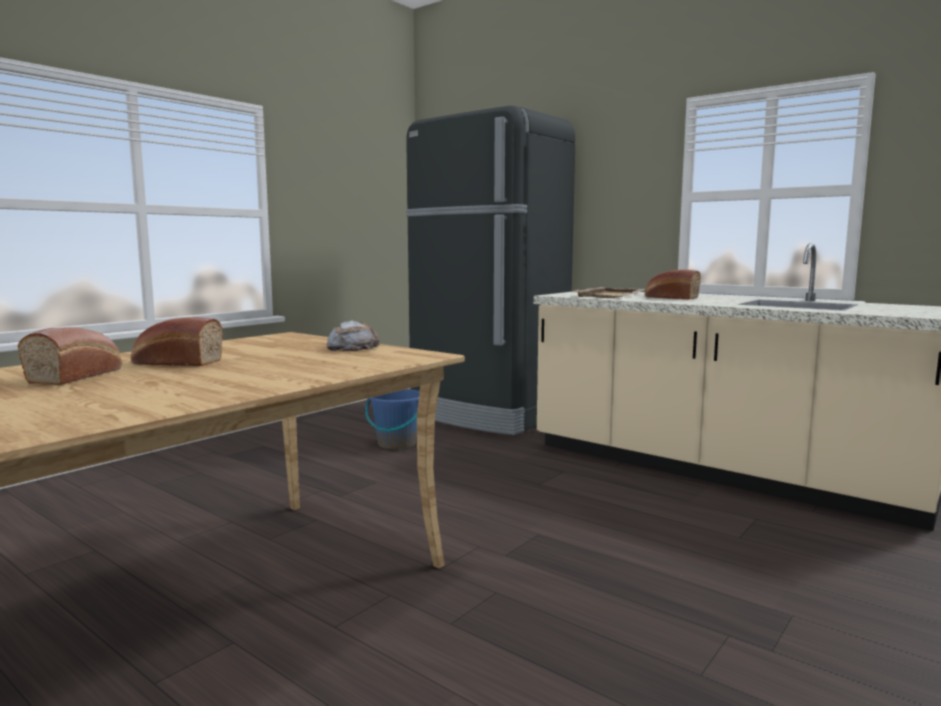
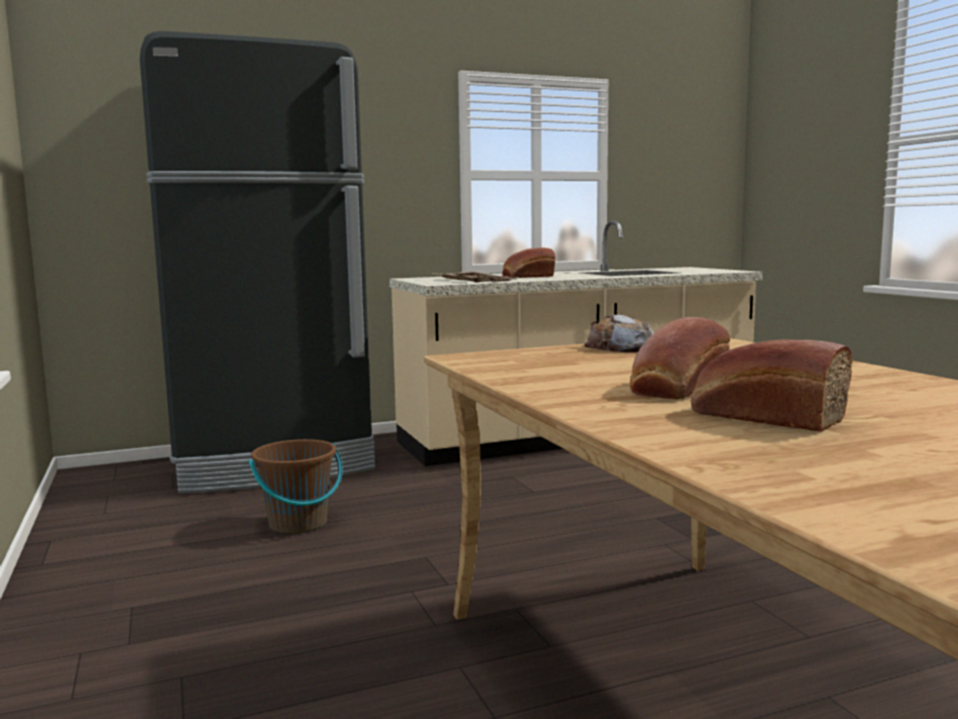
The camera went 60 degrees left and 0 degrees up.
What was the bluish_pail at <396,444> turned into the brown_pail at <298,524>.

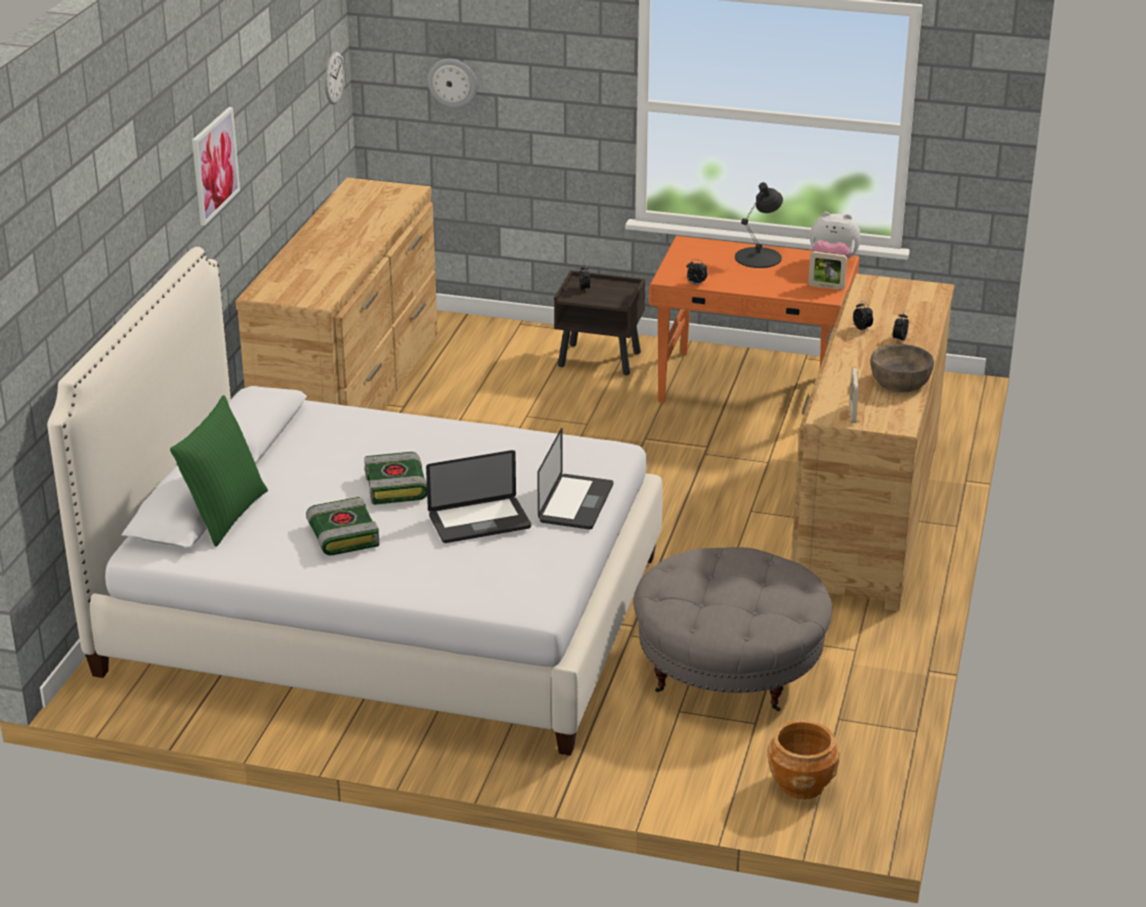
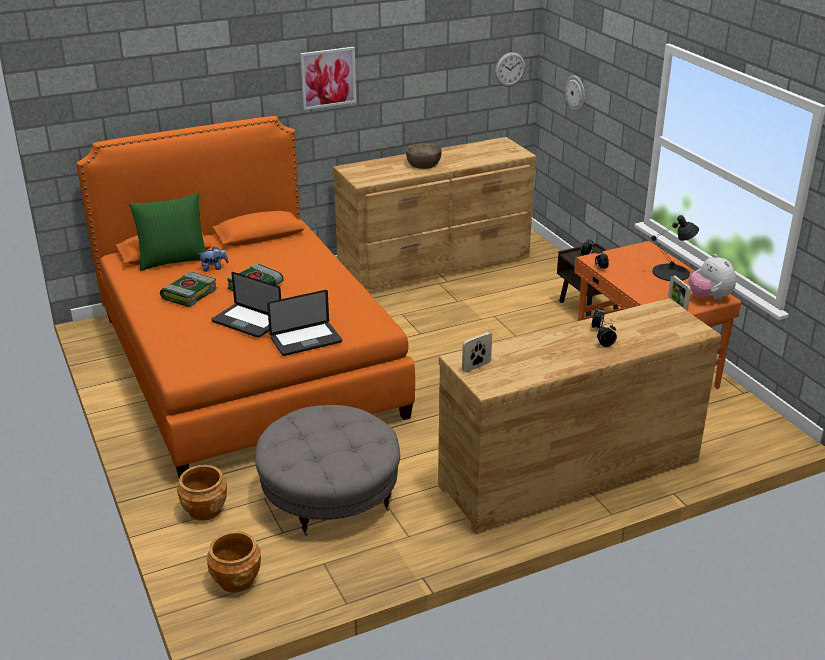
The camera went 50 degrees right and 0 degrees up.
What was the white-coloured_bed at <381,614> turned into the orangey_bed at <247,365>.
The brown_bowl ended up elsewhere, having gone from <900,381> to <423,164>.
The second view gained the soft_toy at <214,268>.
The second view gained the brown_planter at <204,510>.

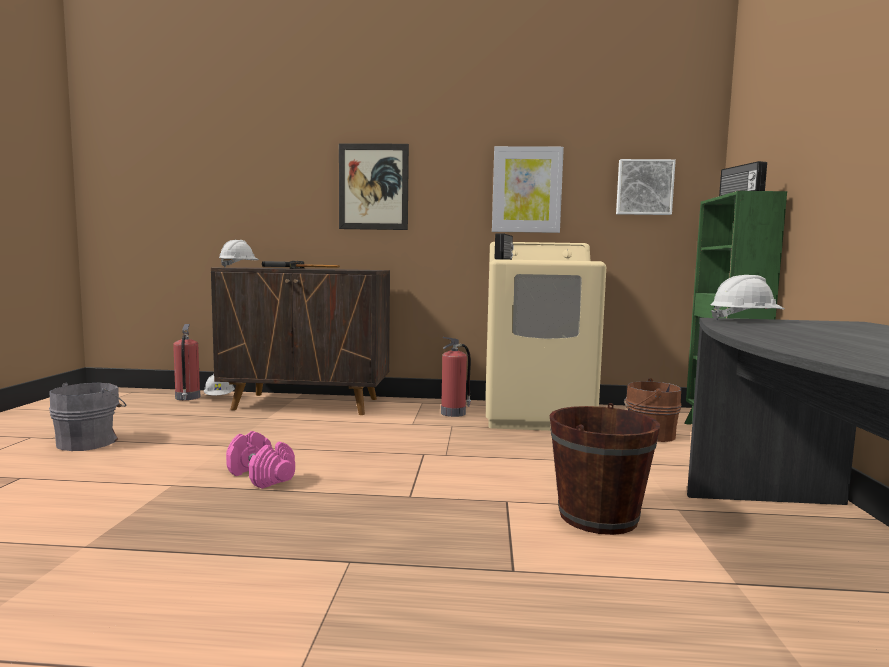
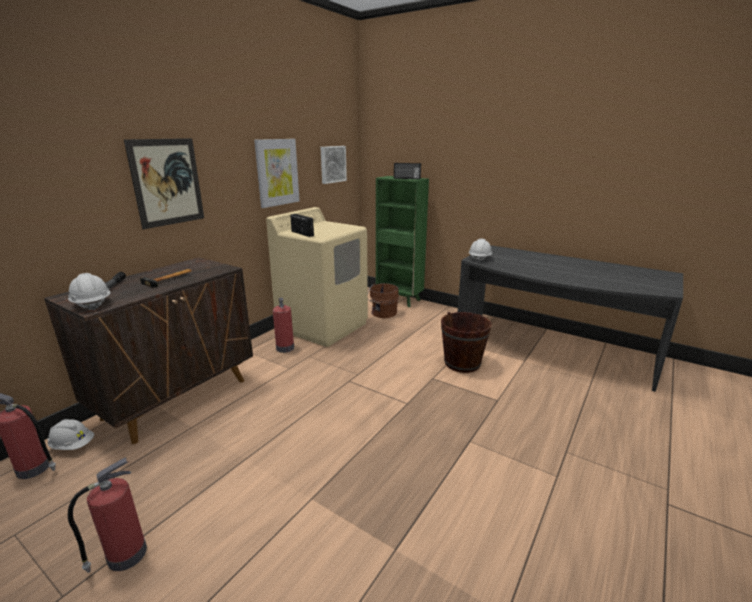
The camera went 60 degrees left and 15 degrees up.
Where the greyish_pail stood at <90,442>, the fire-fighting_cylinder came to stand at <124,555>.
The second view lost the pink-coloured_free_weight at <261,476>.

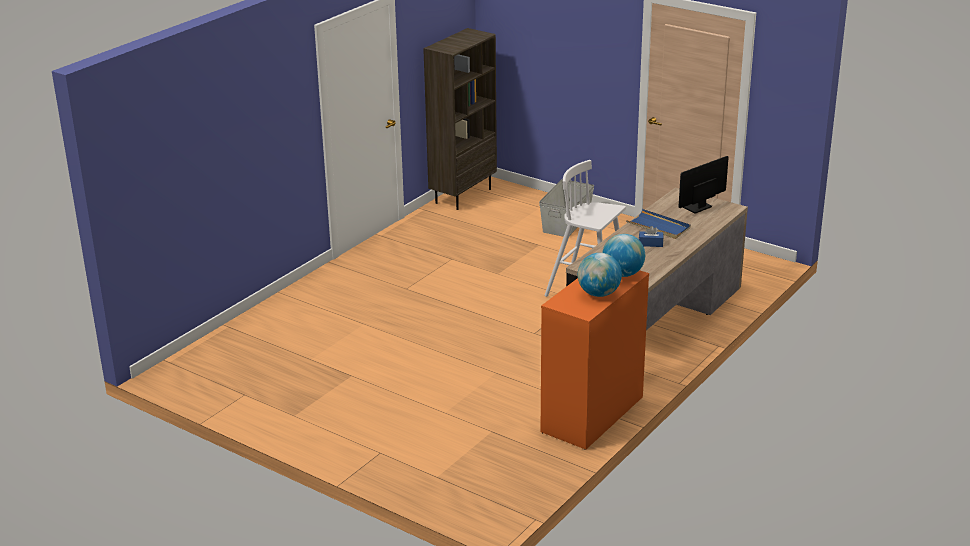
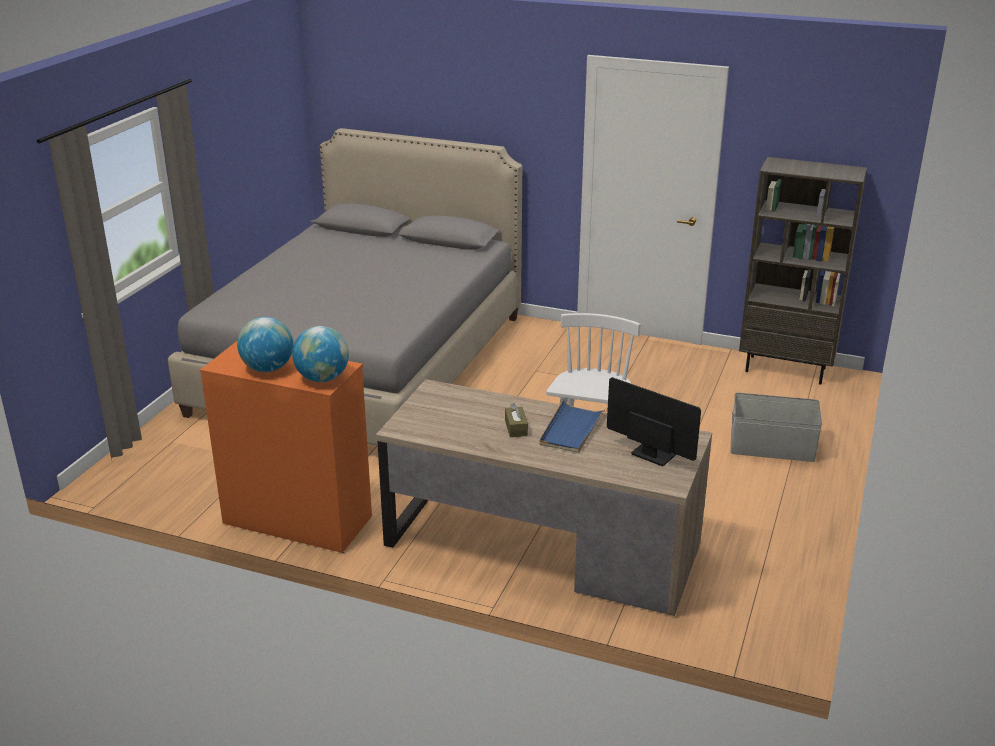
The camera went 75 degrees right and 0 degrees up.
What was the bluish_box_of_tissues at <650,243> turned into the brown_box_of_tissues at <516,428>.
The second view gained the greyish_bed at <363,363>.

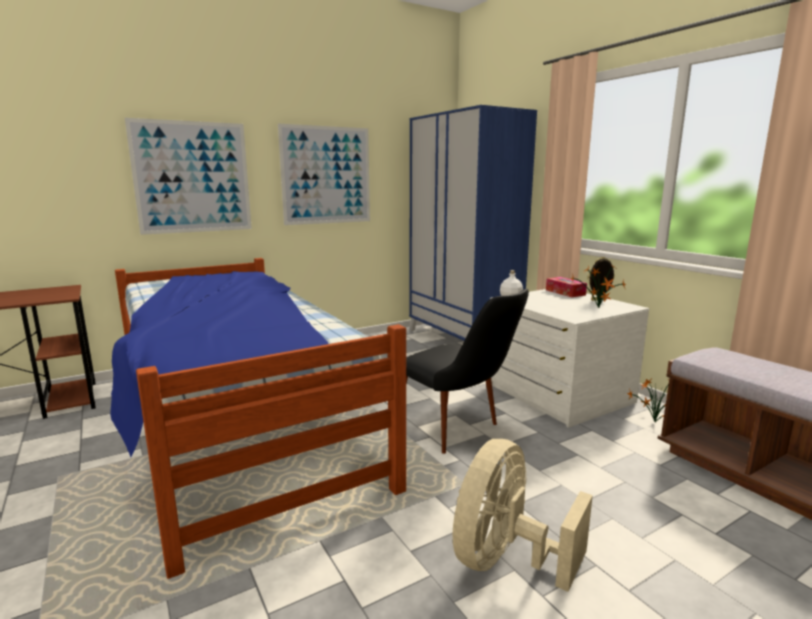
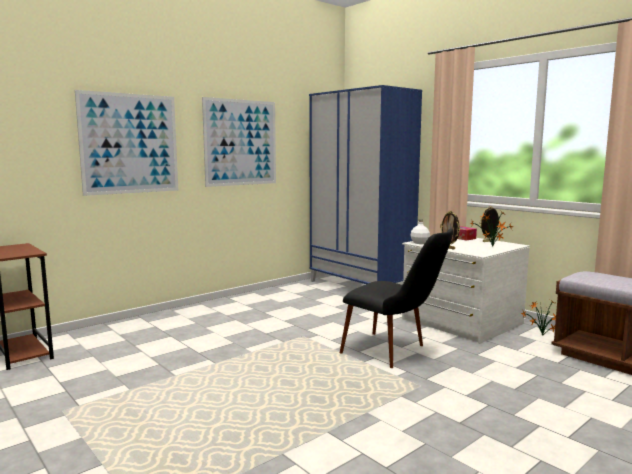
The camera went 10 degrees left and 5 degrees down.
The second view lost the bed at <235,422>.
The second view lost the beige_cooling_fan at <506,560>.
The second view gained the picture_frame at <449,248>.

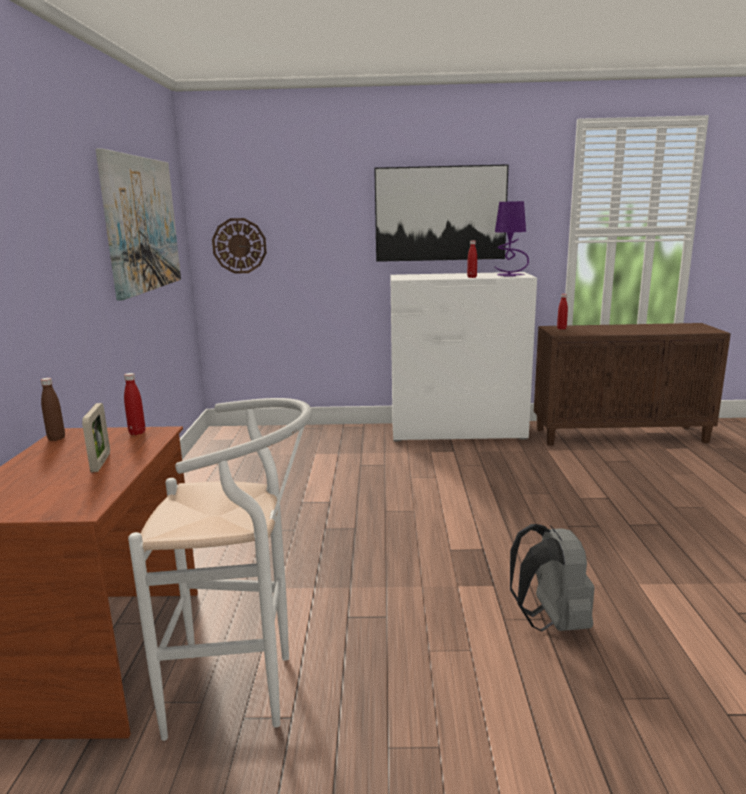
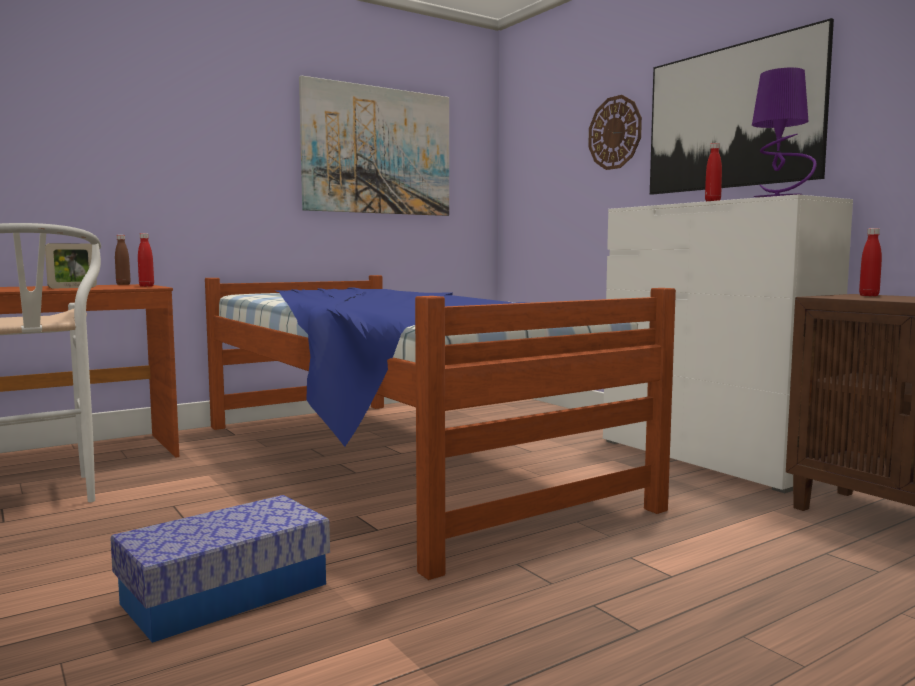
The camera went 55 degrees right and 10 degrees down.
The clock_on_the_wall ended up elsewhere, having gone from <239,246> to <615,133>.
Where the greyish_rucksack stood at <551,621>, the storage_box came to stand at <226,593>.
The second view gained the bed at <392,461>.

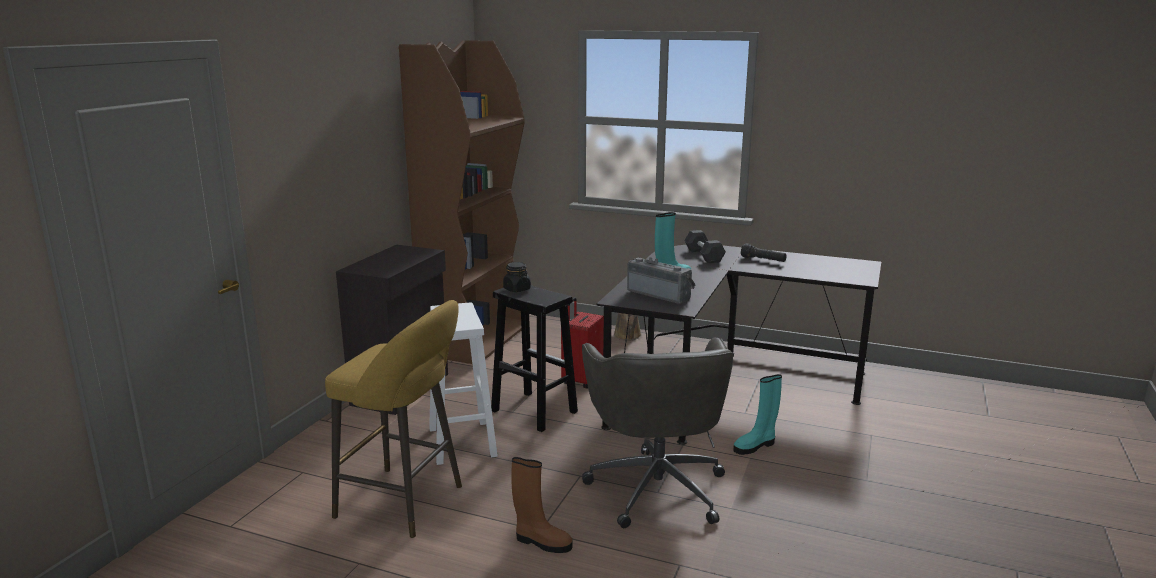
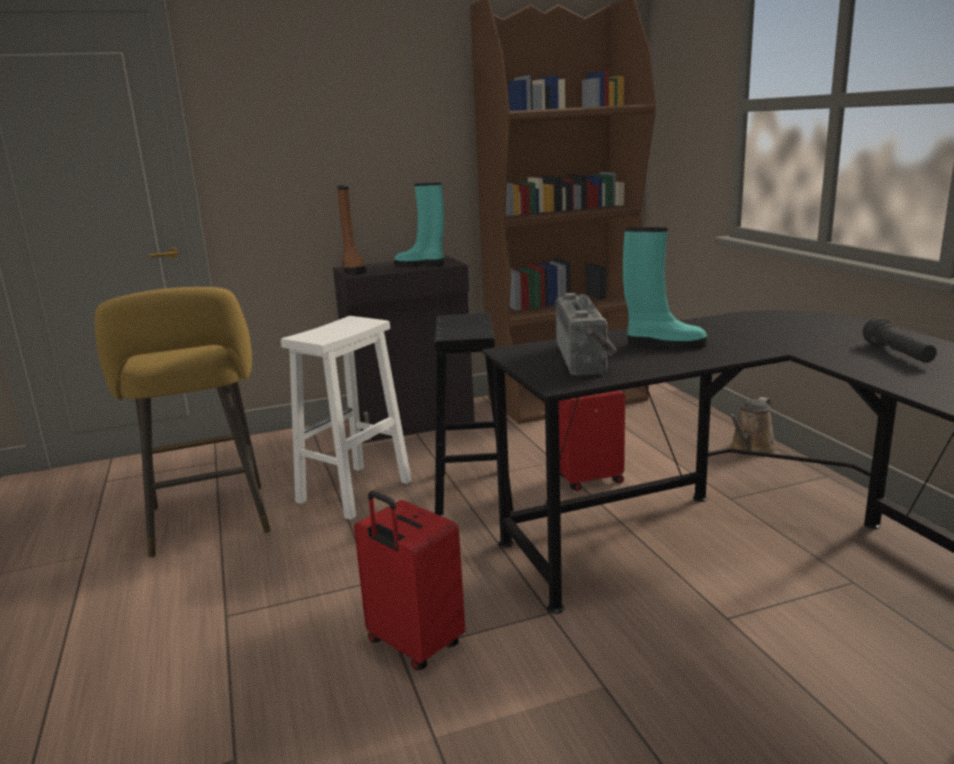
The camera went 50 degrees right and 0 degrees up.
The second view lost the black-coloured_free_weight at <704,256>.
The second view lost the black-coloured_jar at <516,289>.
Where the greyish_computer_chair stood at <656,487>, the red_piece_of_luggage came to stand at <413,645>.
The turquoise_high-top_boot ended up elsewhere, having gone from <755,446> to <421,265>.
The brown_high-top_boot ended up elsewhere, having gone from <542,542> to <352,269>.

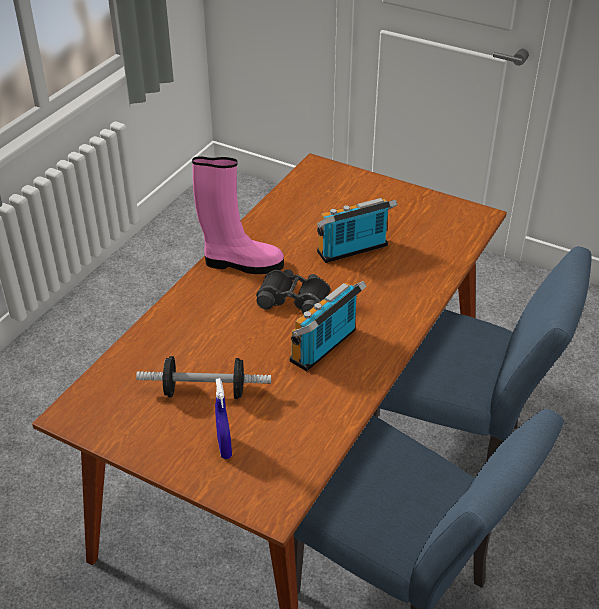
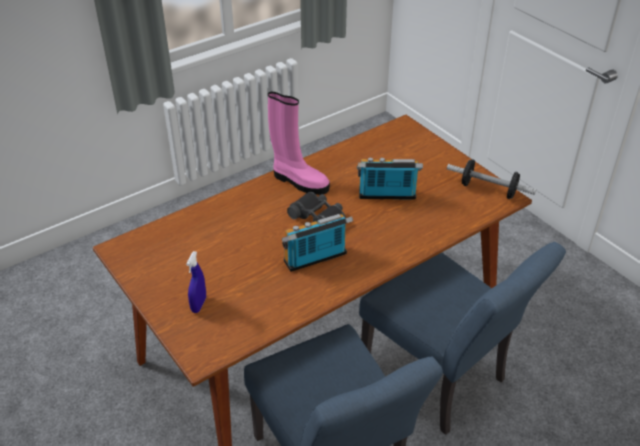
The camera went 25 degrees right and 0 degrees up.
The free_weight ended up elsewhere, having gone from <205,391> to <488,190>.

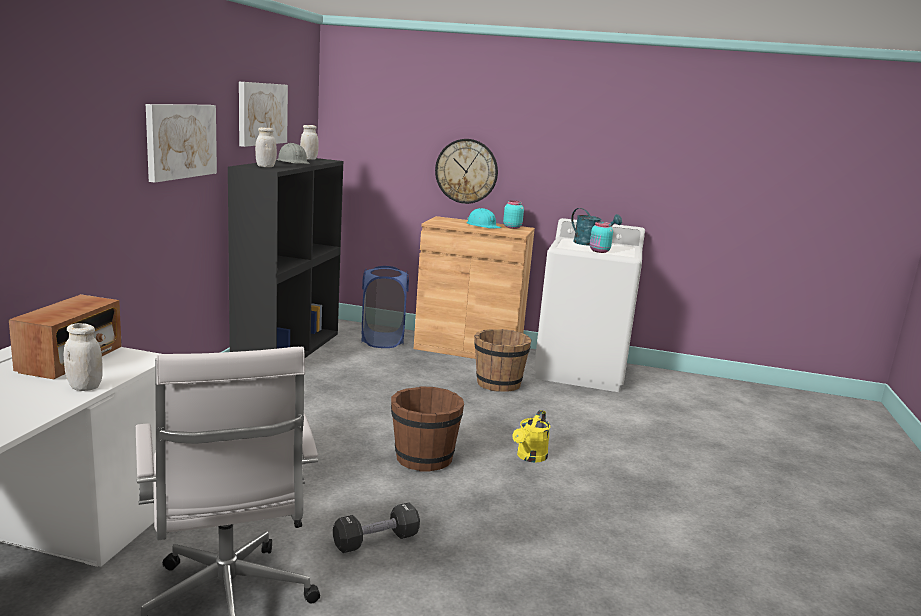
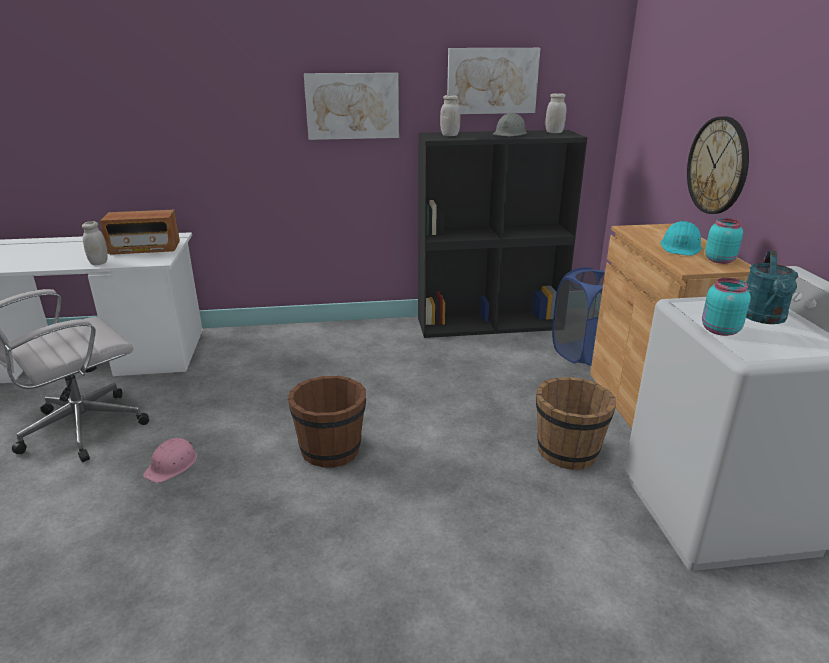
The camera went 70 degrees right and 10 degrees up.
The second view lost the yellow-coloured_sprinkling_can at <529,457>.
Where the black-coloured_free_weight stood at <376,540>, the pink-coloured_safety_helmet came to stand at <172,465>.

